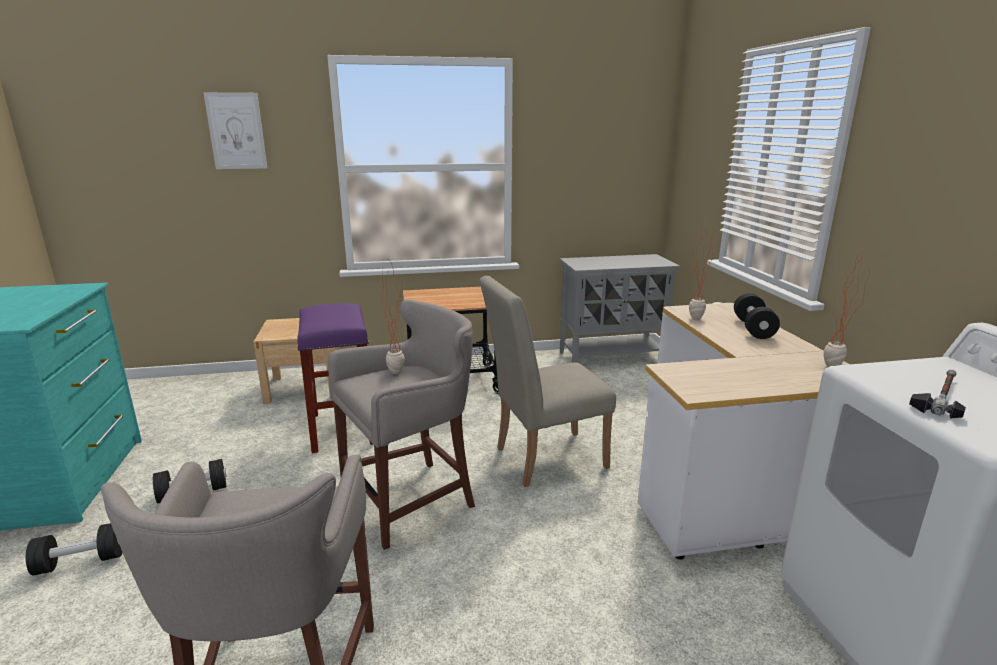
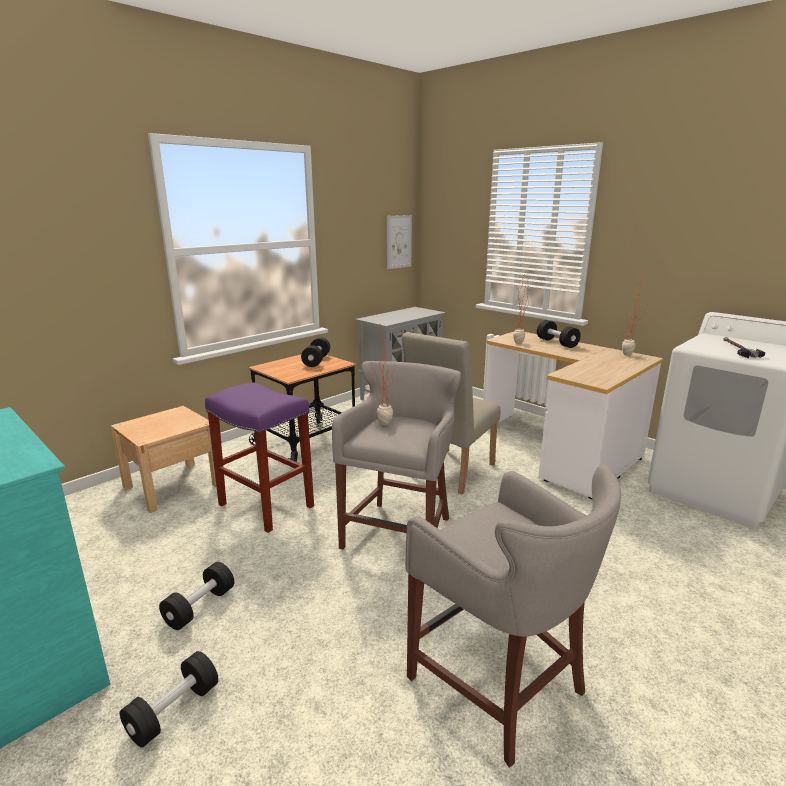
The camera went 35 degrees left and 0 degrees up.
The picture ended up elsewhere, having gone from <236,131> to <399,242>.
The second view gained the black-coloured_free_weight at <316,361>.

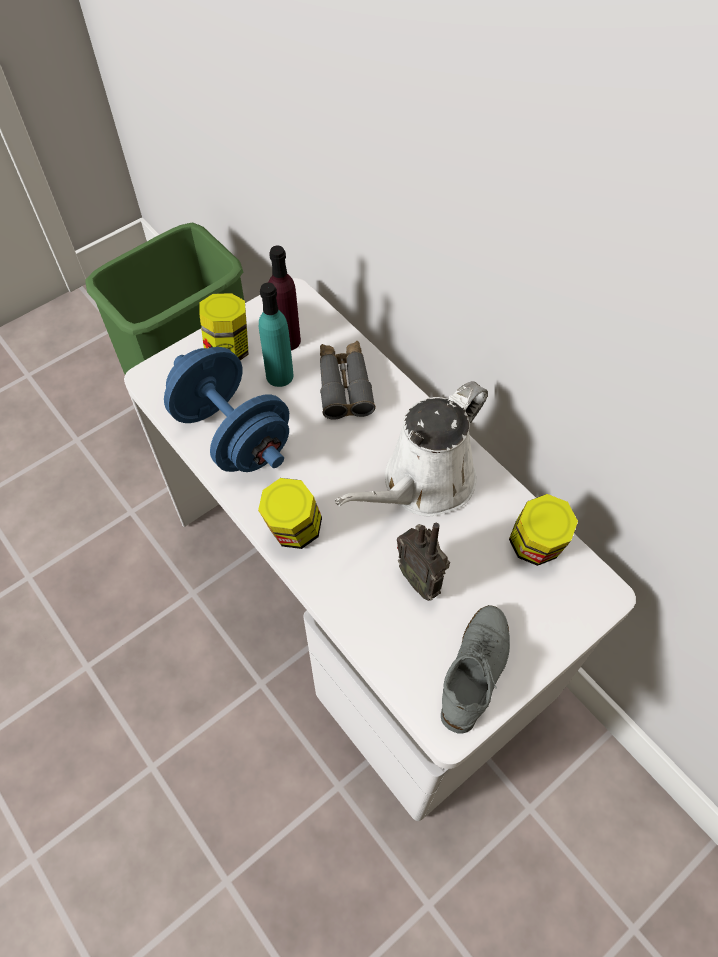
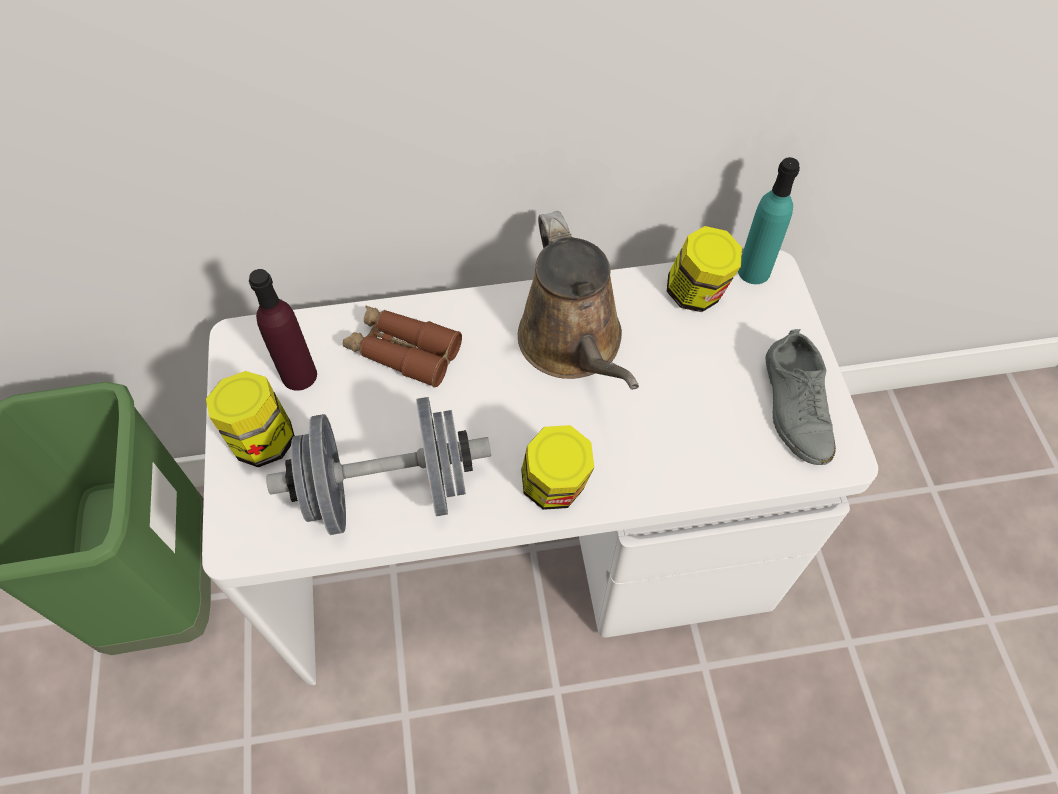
The camera went 60 degrees left and 0 degrees up.
The turquoise_drink_bottle ended up elsewhere, having gone from <279,376> to <754,271>.
What was the greyish_pair_of_binoculars at <344,385> turned into the brown_pair_of_binoculars at <403,351>.
What was the bluish_free_weight at <233,434> turned into the greyish_free_weight at <388,490>.
What was the white-coloured_sprinkling_can at <422,484> turned into the brown_sprinkling_can at <574,345>.
The second view lost the radio_receiver at <421,579>.
The greyish_low_shoe at <475,670> ended up facing another way, 150 degrees counterclockwise from before.

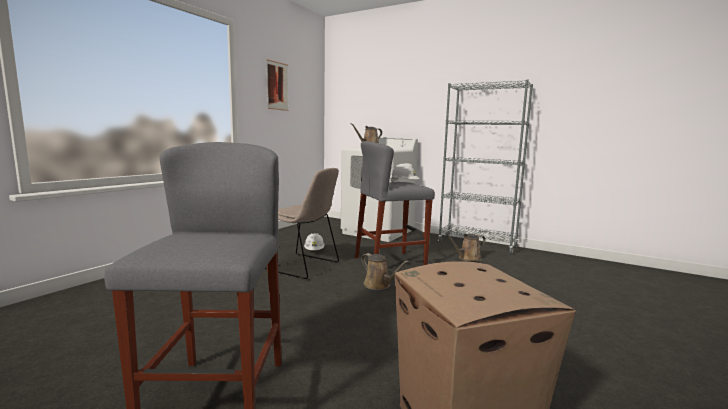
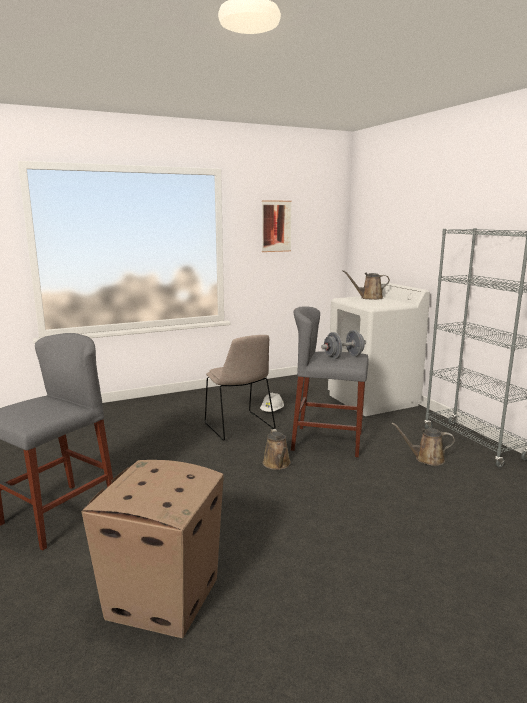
The camera went 35 degrees right and 5 degrees up.
Where the white-coloured_safety_helmet stood at <404,183>, the greyish_free_weight came to stand at <343,357>.

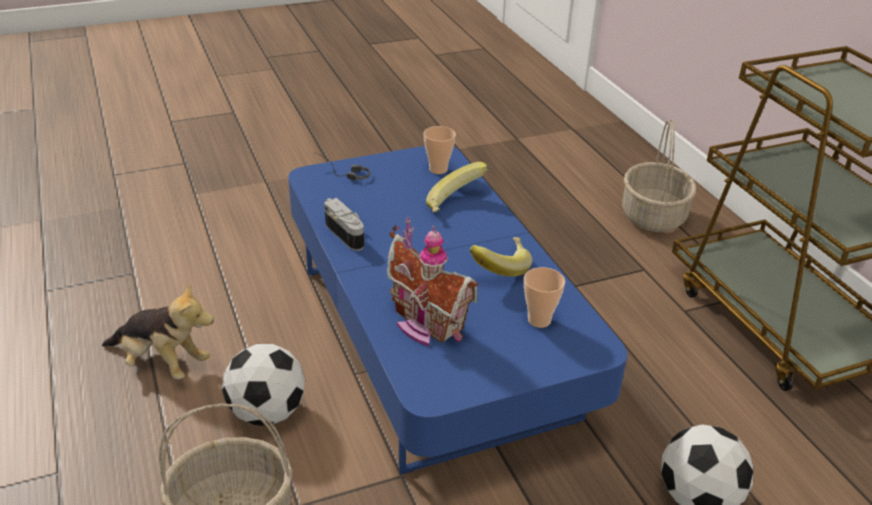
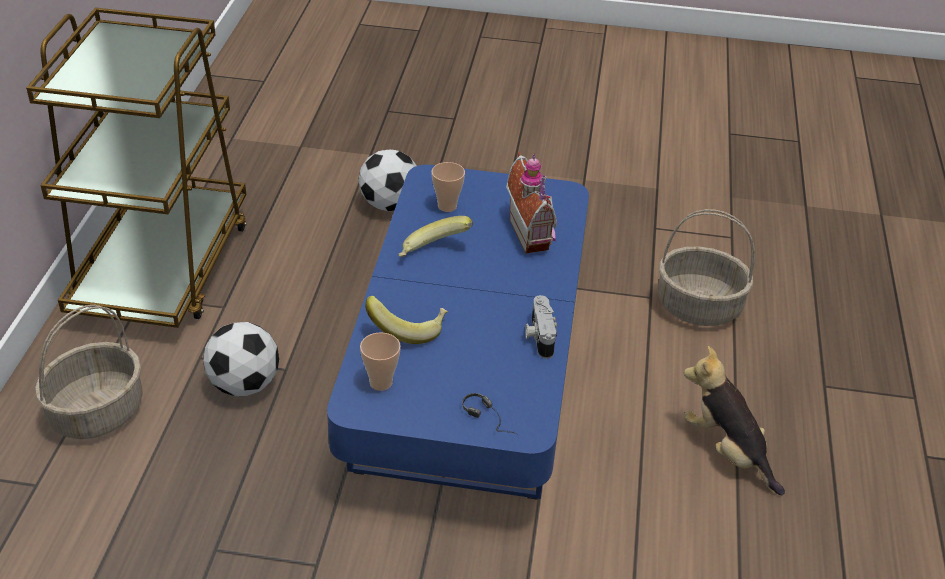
The camera went 150 degrees left and 5 degrees up.
The ball_for_football ended up elsewhere, having gone from <267,412> to <244,385>.

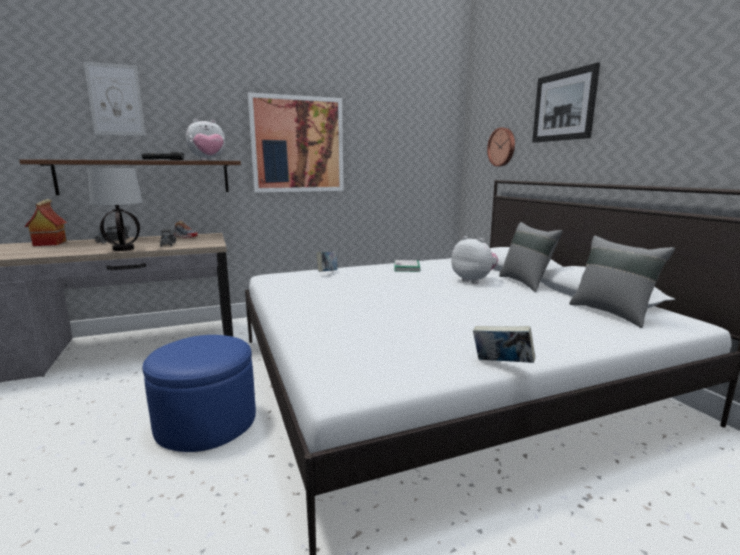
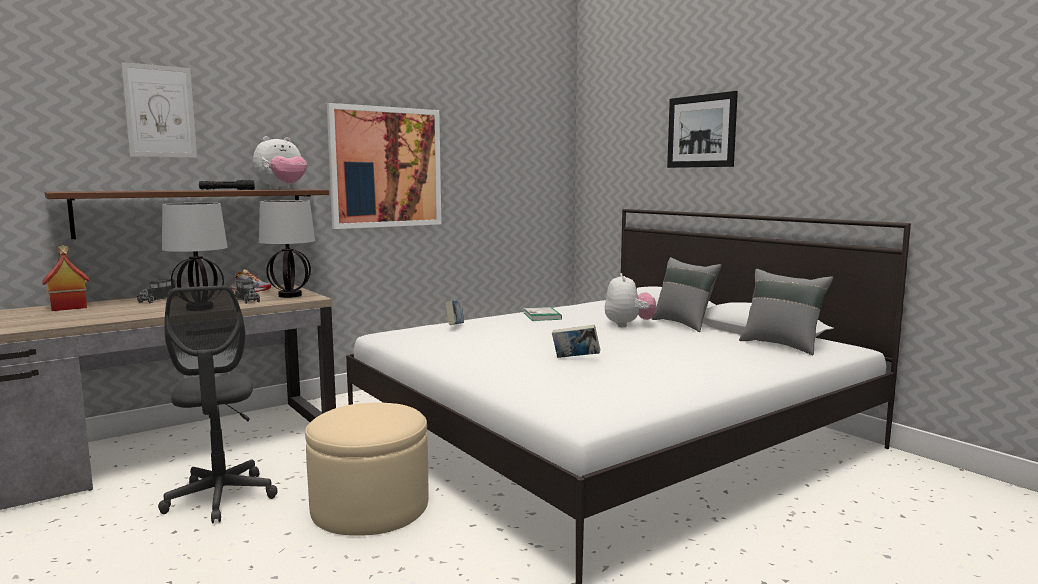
The camera went 15 degrees left and 5 degrees down.
The second view lost the clock_on_the_wall at <502,147>.
The soft_toy at <473,280> ended up facing another way, 60 degrees clockwise from before.
The book ended up elsewhere, having gone from <501,364> to <575,359>.
What was the bluish_ottoman at <206,422> turned into the beige_ottoman at <370,507>.
The second view gained the lamp_for_a_table at <291,295>.
The second view gained the greyish_computer_chair at <221,498>.

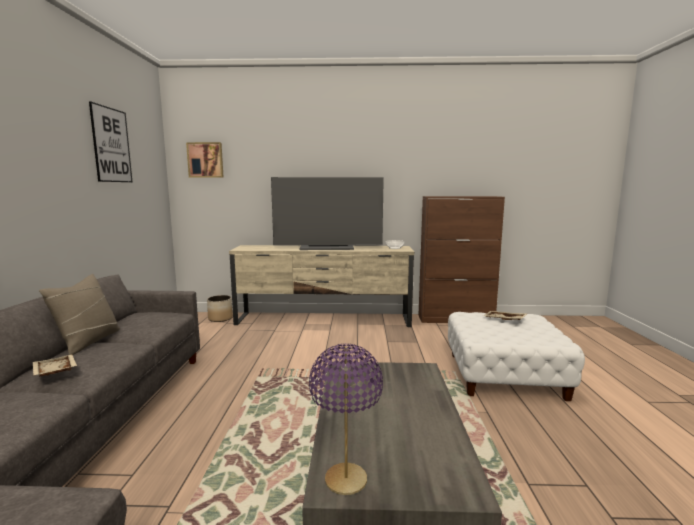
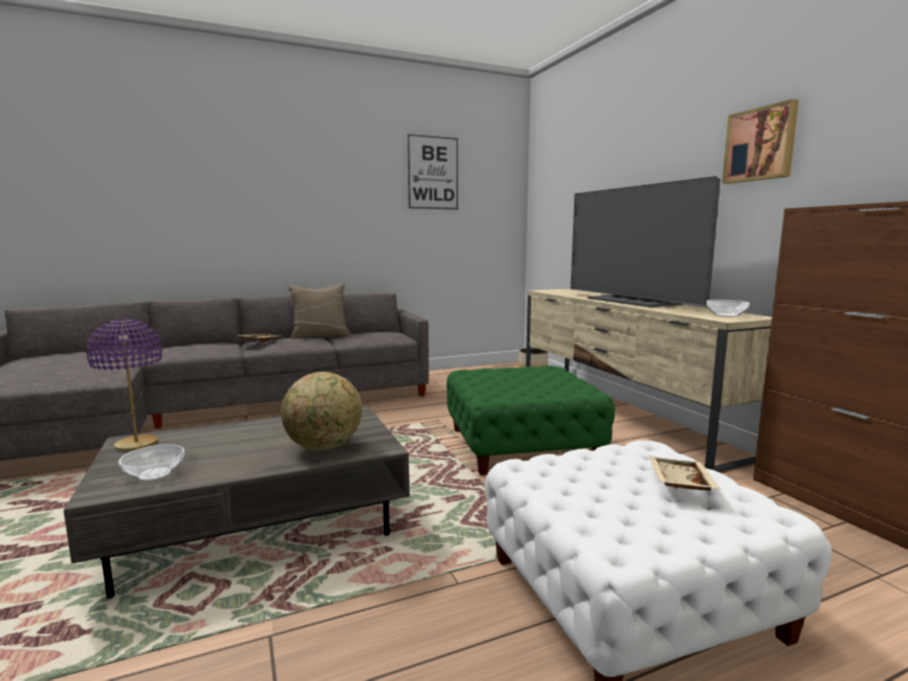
The camera went 65 degrees right and 0 degrees up.
The picture ended up elsewhere, having gone from <205,160> to <760,144>.
The second view gained the green_ottoman at <522,445>.
The second view gained the globe at <324,447>.
The second view gained the bowl at <155,474>.

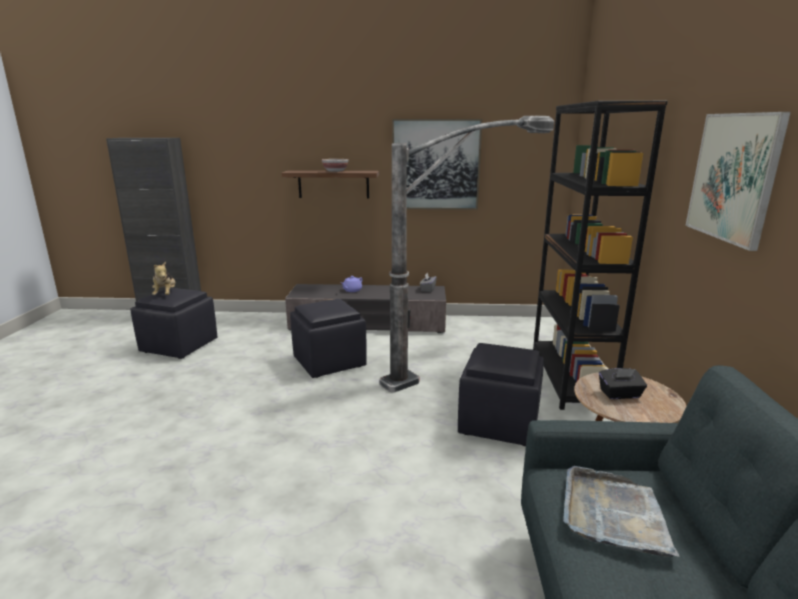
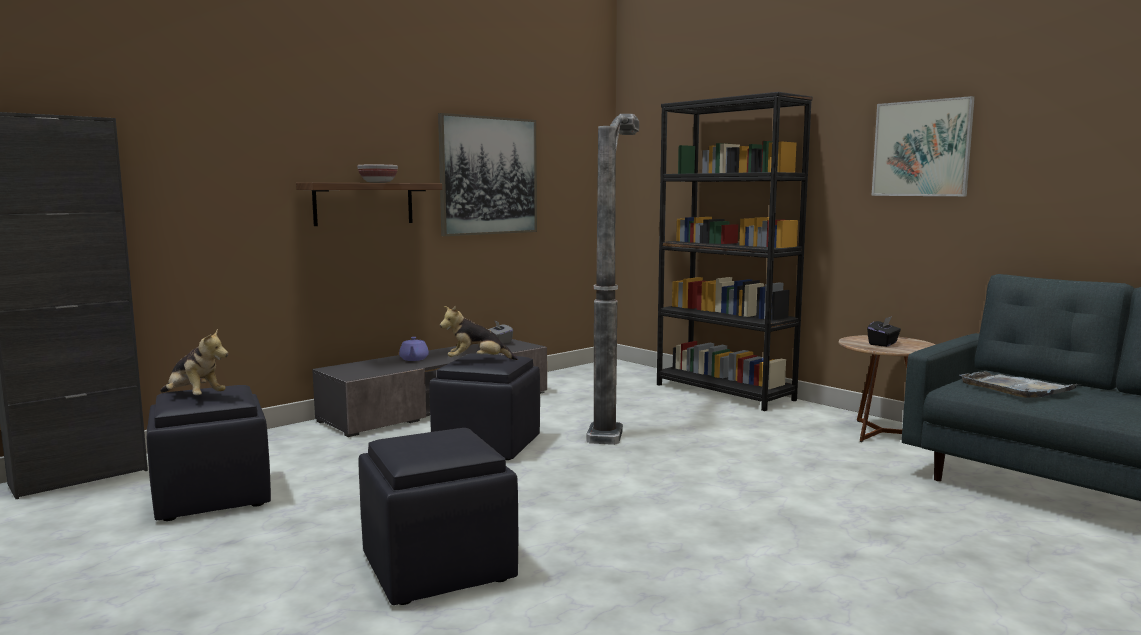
The camera went 45 degrees left and 10 degrees down.
The black-coloured_ottoman ended up elsewhere, having gone from <498,422> to <436,567>.
The second view gained the soft_toy at <477,362>.

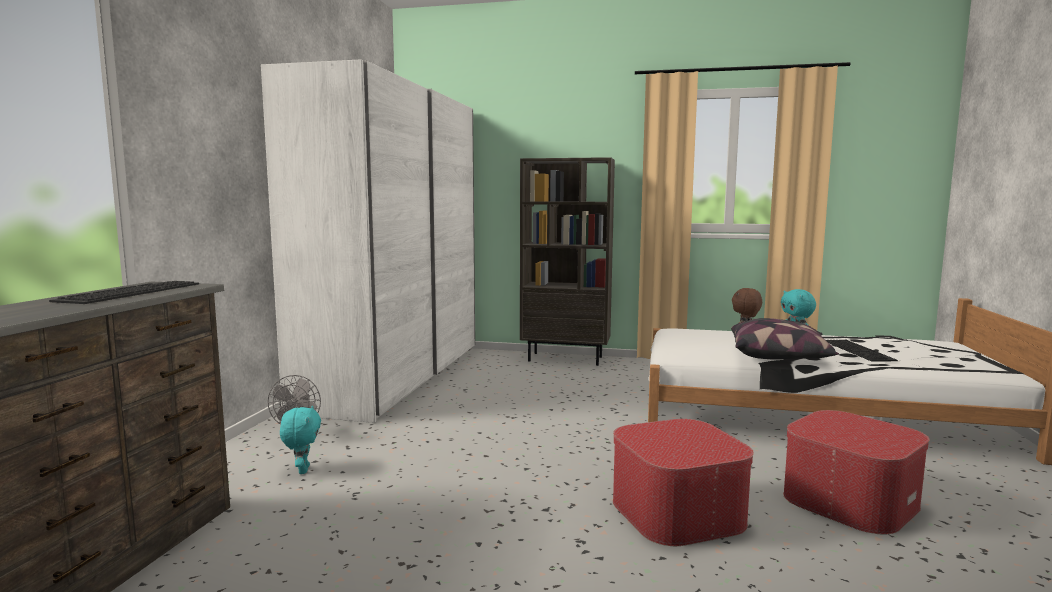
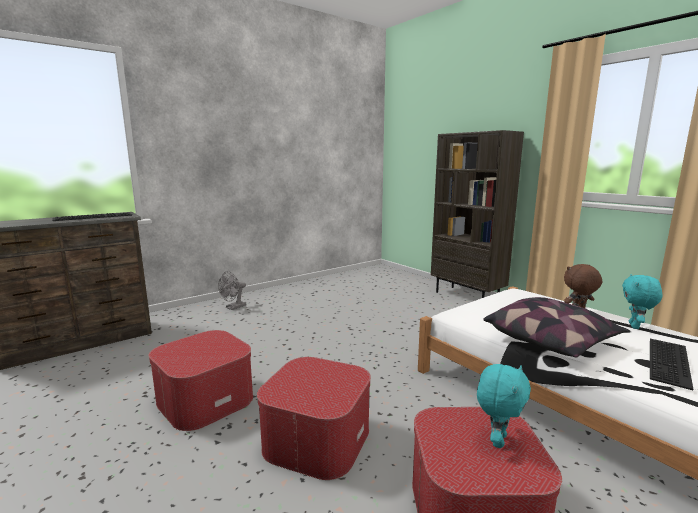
The camera went 40 degrees right and 5 degrees up.
The second view lost the white-coloured_clothes_cupboard at <395,375>.
The turquoise_soft_toy ended up elsewhere, having gone from <302,470> to <497,440>.
The second view gained the ottoman at <205,399>.

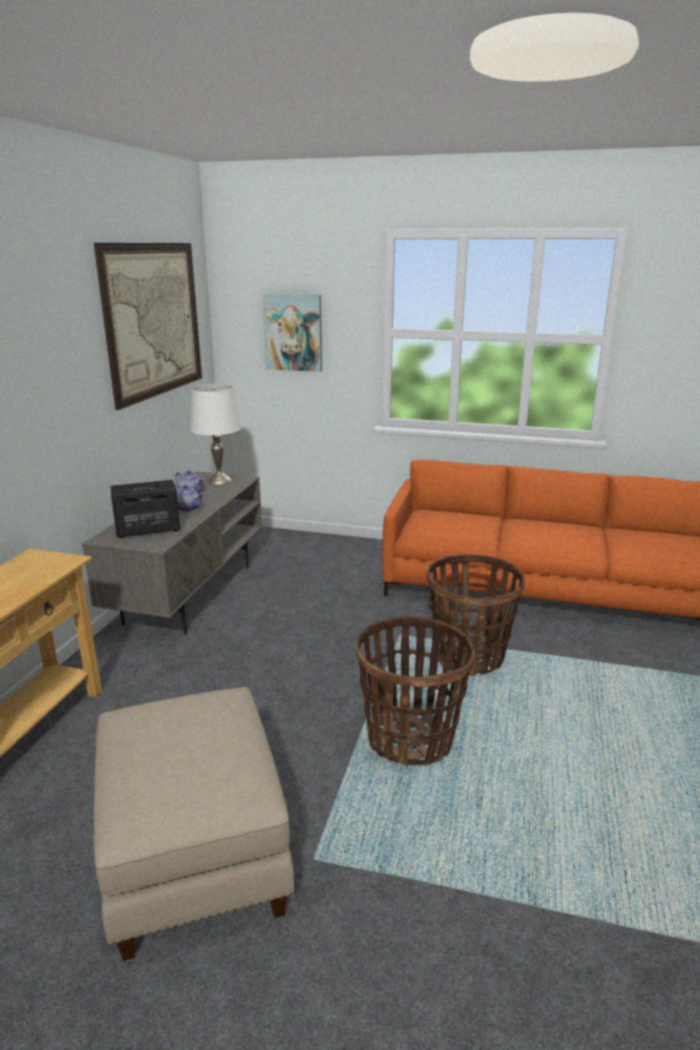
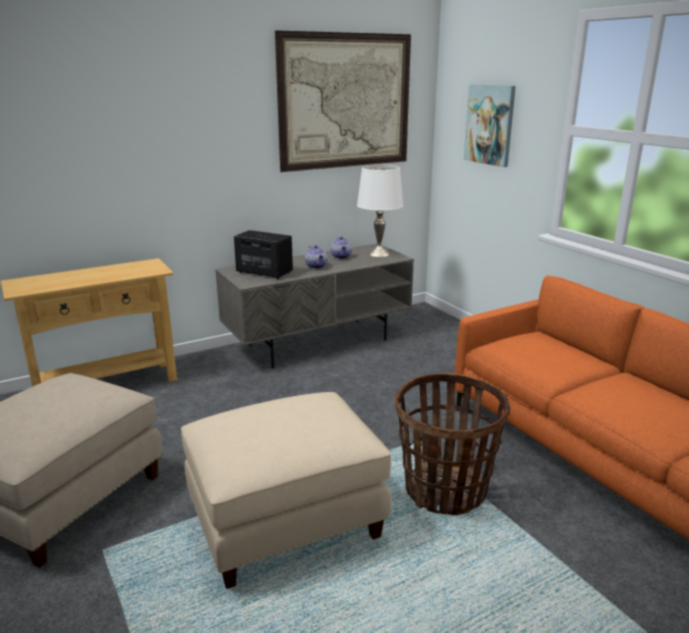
The camera went 45 degrees right and 0 degrees up.
Where the household_basket stood at <410,739>, the beige_ottoman came to stand at <286,521>.

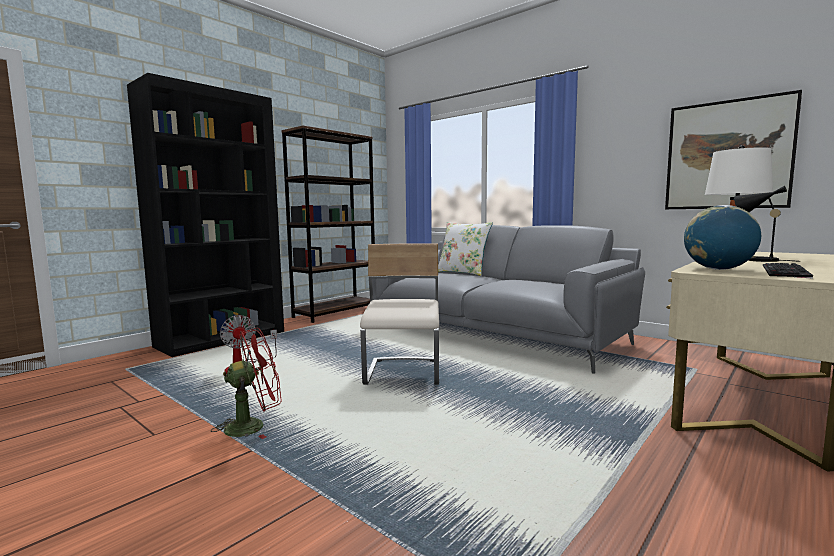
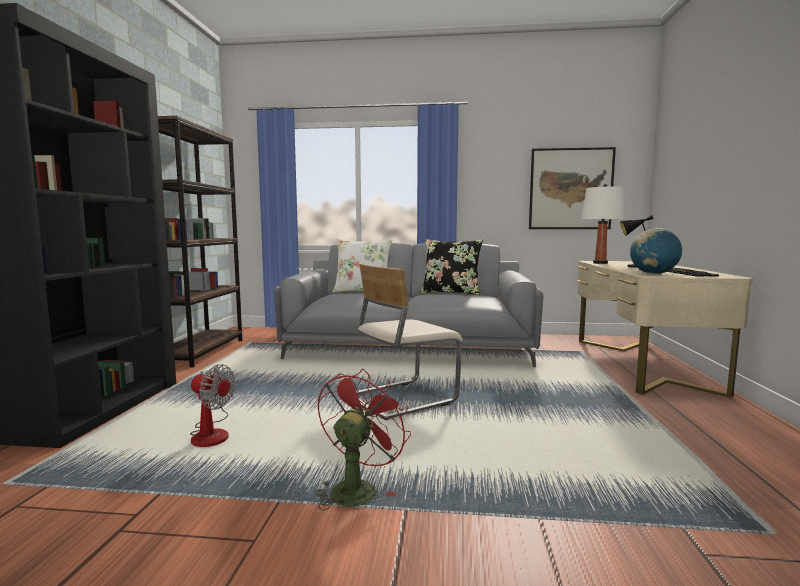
The camera went 35 degrees left and 0 degrees up.
The beige_upright_chair at <404,374> ended up facing another way, 90 degrees counterclockwise from before.
The second view gained the black-coloured_pillow at <451,293>.

